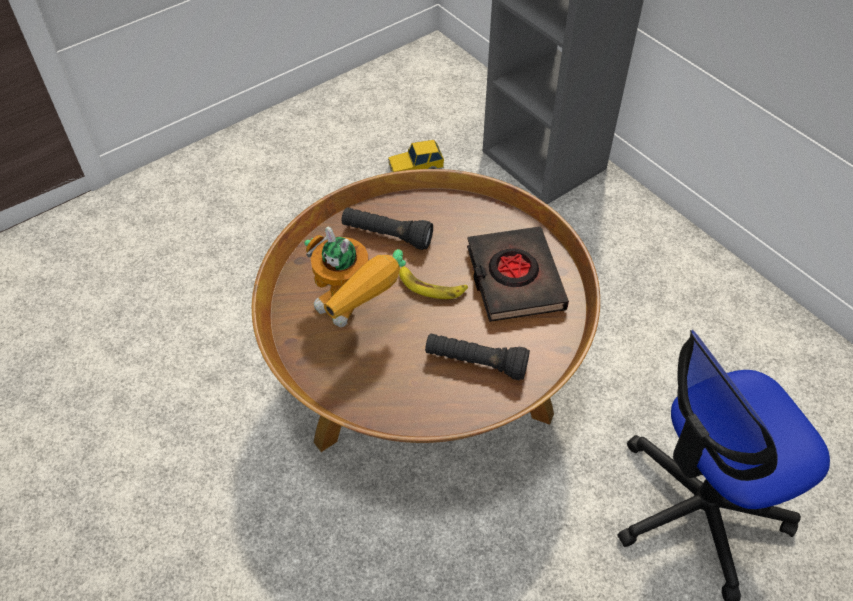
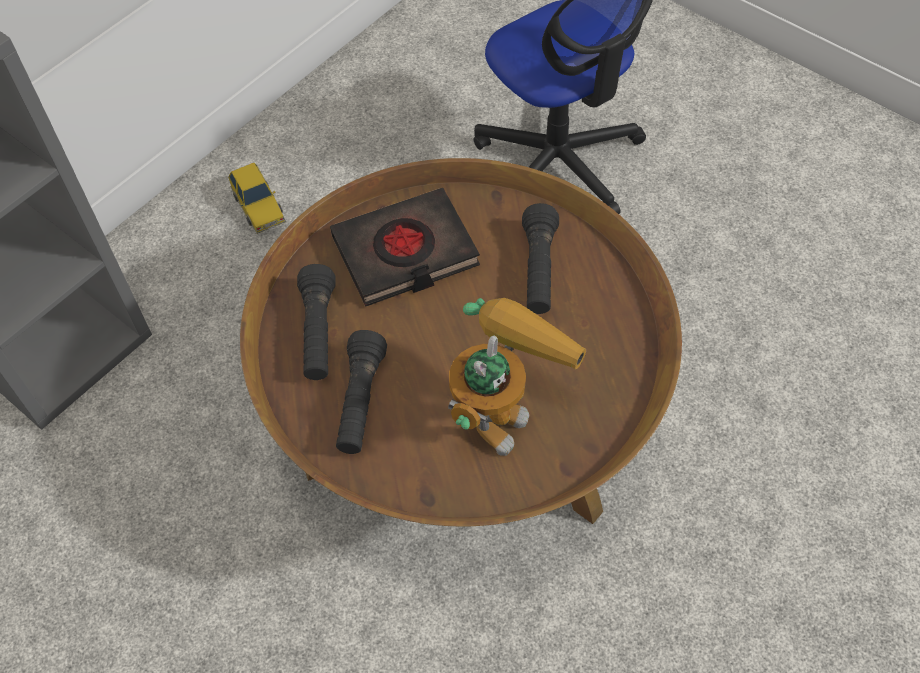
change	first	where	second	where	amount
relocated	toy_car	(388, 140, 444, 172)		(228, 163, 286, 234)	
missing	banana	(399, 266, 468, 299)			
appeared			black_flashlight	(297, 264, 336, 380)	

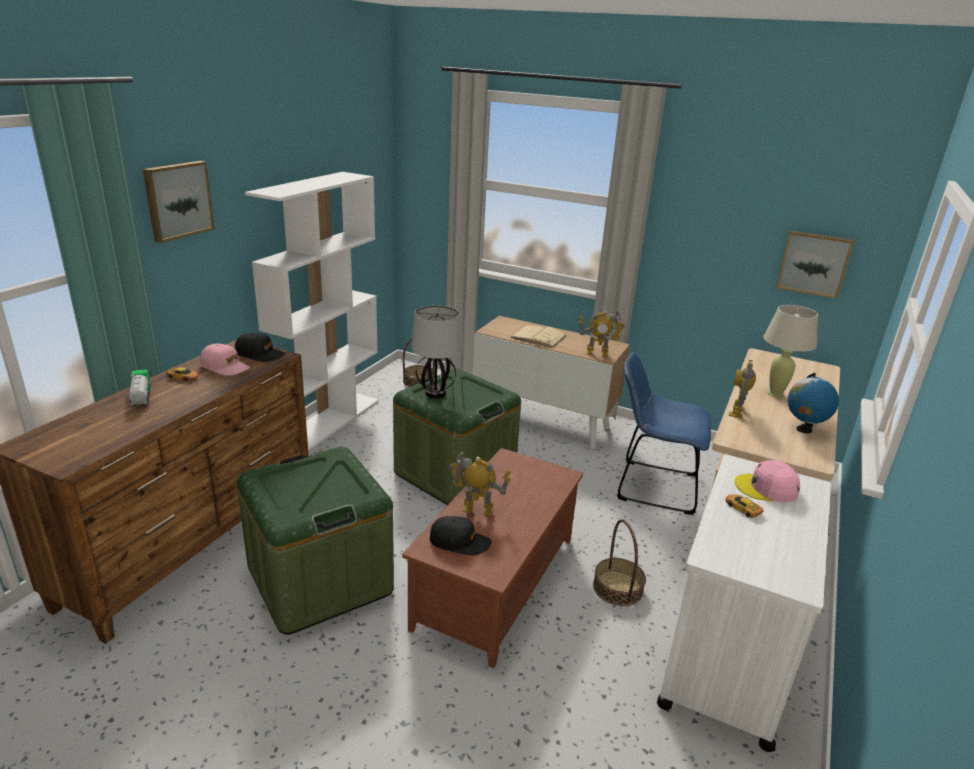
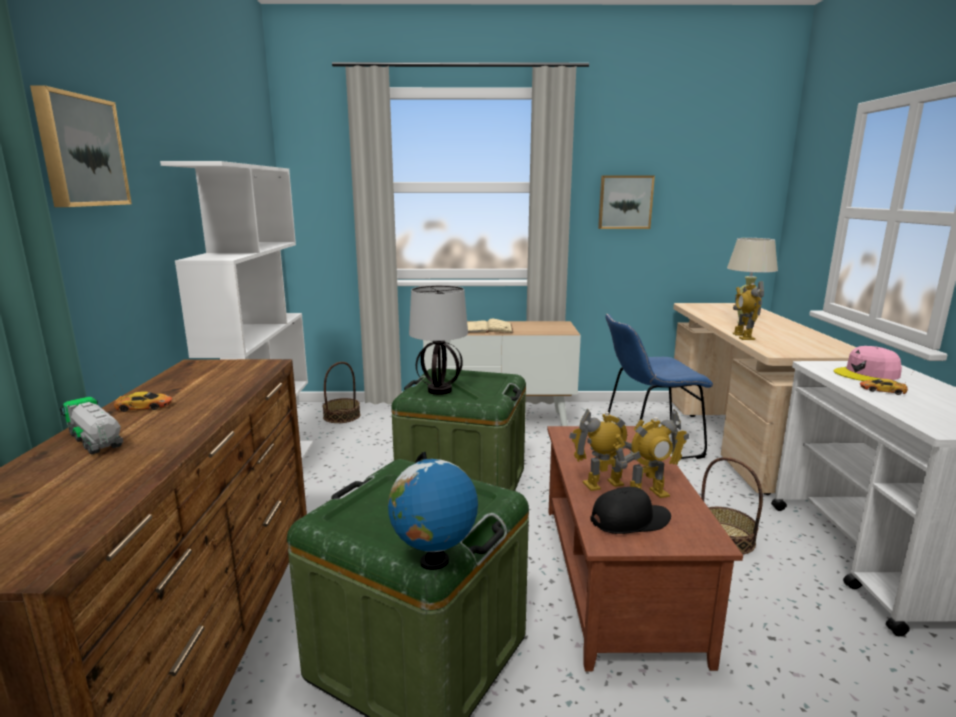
change	first	where	second	where	amount
relocated	picture	(776, 231, 854, 298)		(598, 176, 655, 229)	
relocated	toy_robot	(578, 309, 625, 358)		(613, 409, 689, 498)	
missing	black_cap	(235, 333, 285, 362)			
missing	pink_cap	(200, 344, 250, 376)			
relocated	globe	(788, 373, 839, 433)		(388, 452, 478, 570)	

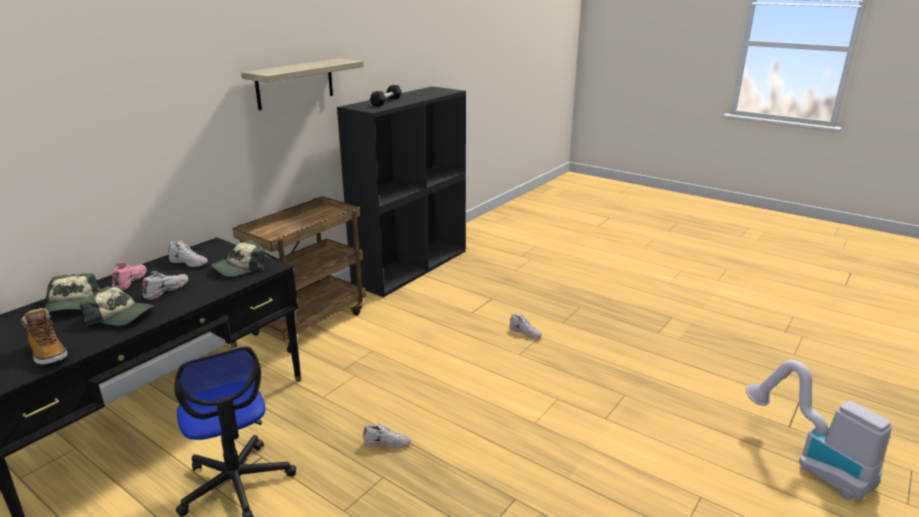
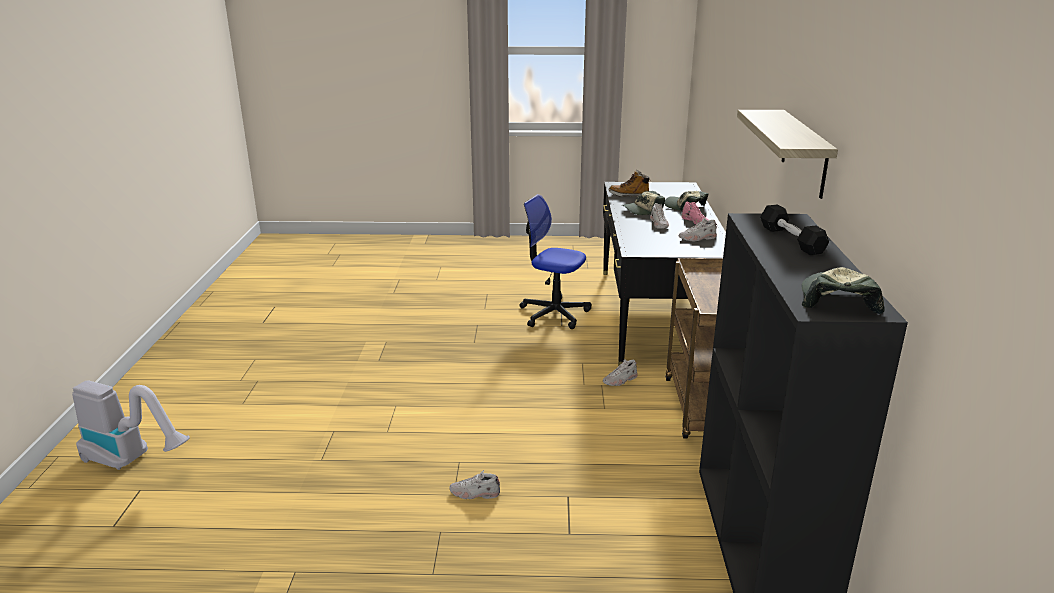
change	first	where	second	where	amount
relocated	cap	(211, 240, 265, 277)		(802, 267, 885, 314)	
relocated	white_shoe	(363, 422, 411, 448)		(603, 359, 638, 386)	

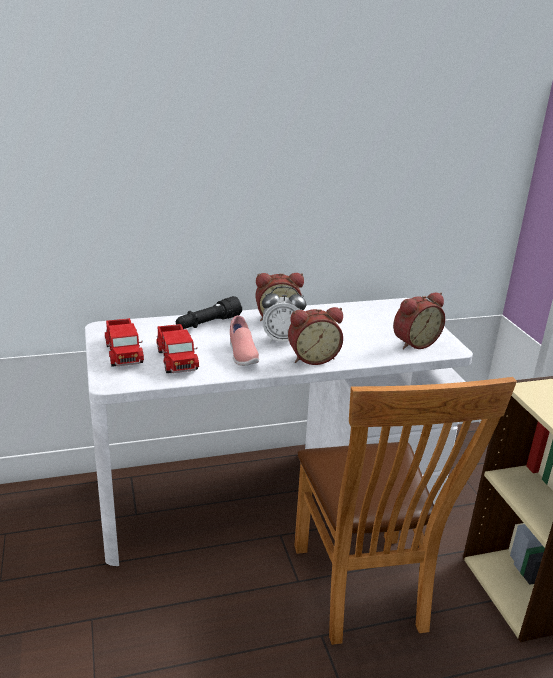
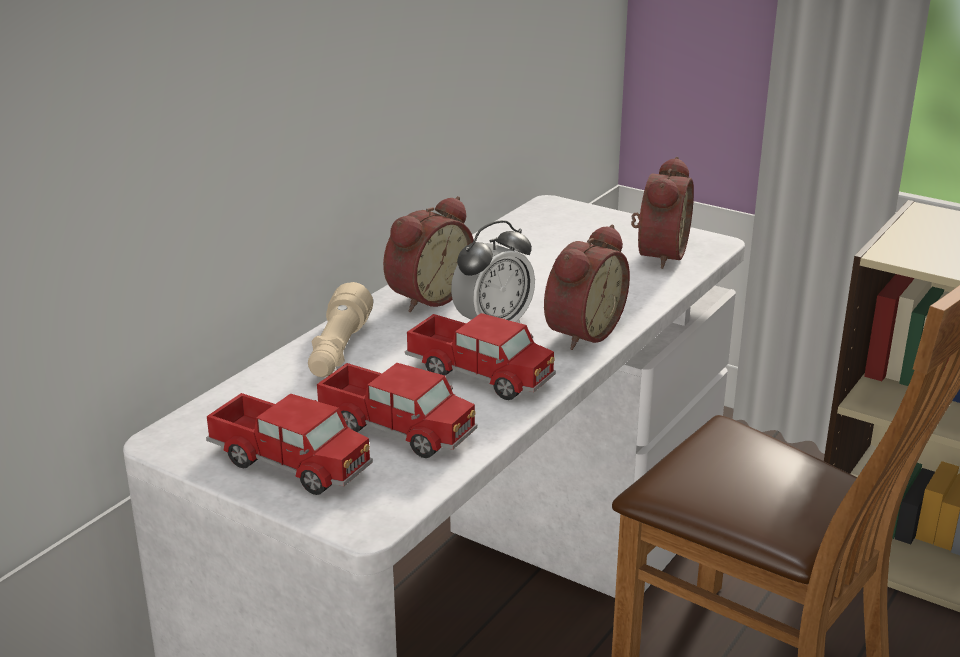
change	first	where	second	where	amount
colour	black_flashlight	(176, 296, 242, 329)	beige_flashlight	(308, 282, 373, 377)	
exchanged	pink_shoe	(230, 315, 259, 366)	toy_truck	(405, 313, 556, 400)	

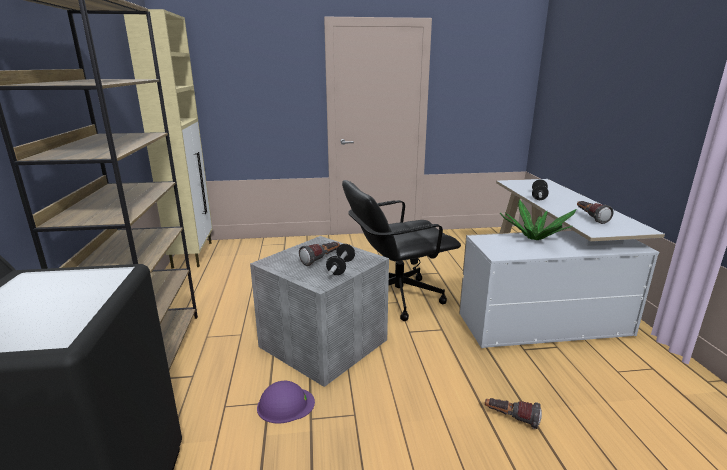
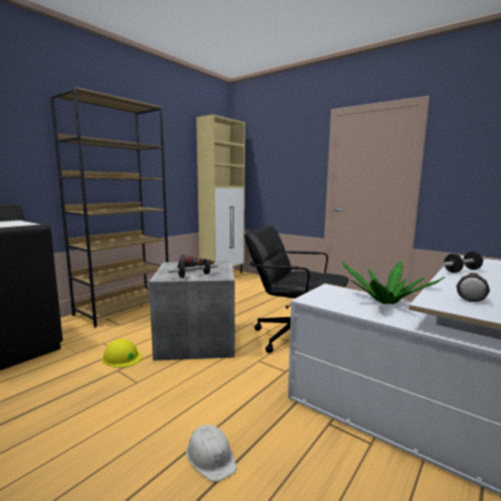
change	first	where	second	where	amount
colour	purple_hard_hat	(257, 381, 315, 424)	yellow_hard_hat	(102, 339, 142, 368)	
exchanged	flashlight	(485, 398, 542, 429)	white_hard_hat	(186, 425, 237, 482)	

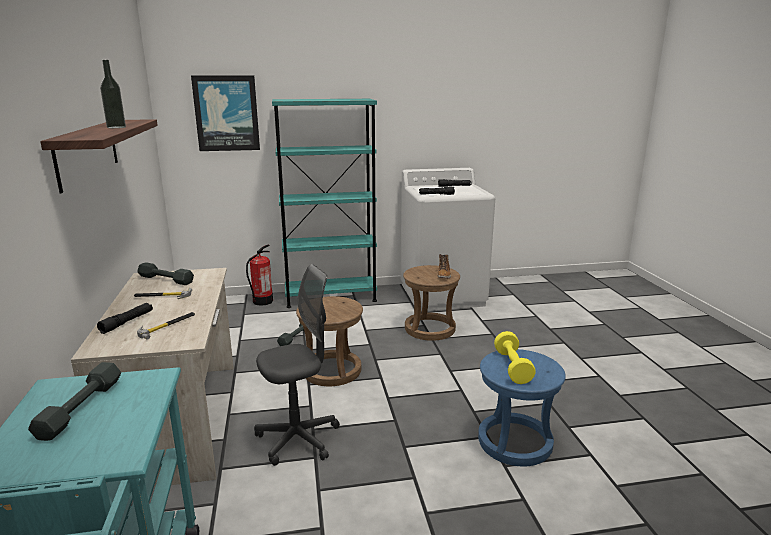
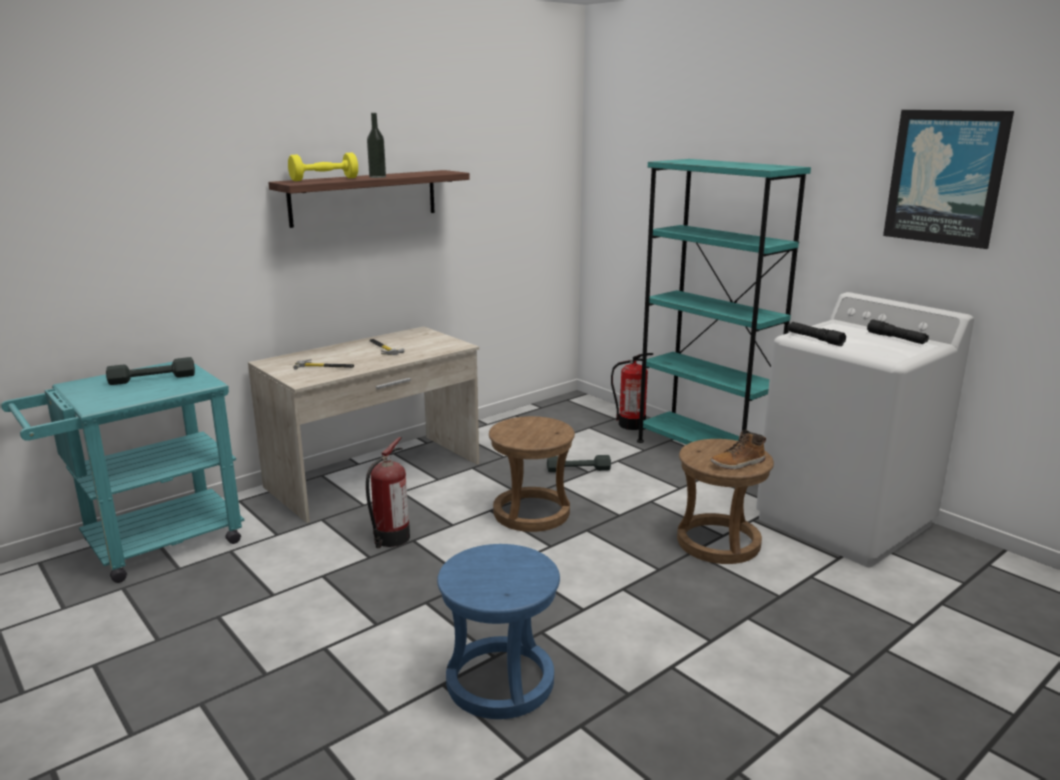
change	first	where	second	where	amount
relocated	picture	(191, 75, 260, 151)		(883, 110, 1014, 249)	
missing	grey_dumbbell	(137, 262, 194, 285)			
exchanged	grey_office_chair	(254, 264, 340, 466)	fire_extinguisher	(366, 437, 410, 548)	
missing	black_flashlight	(97, 303, 153, 334)			
relocated	yellow_dumbbell	(494, 331, 536, 384)		(288, 153, 358, 181)	

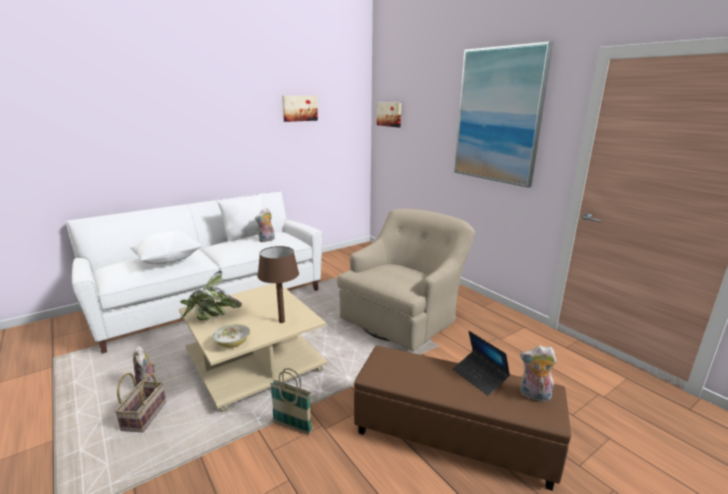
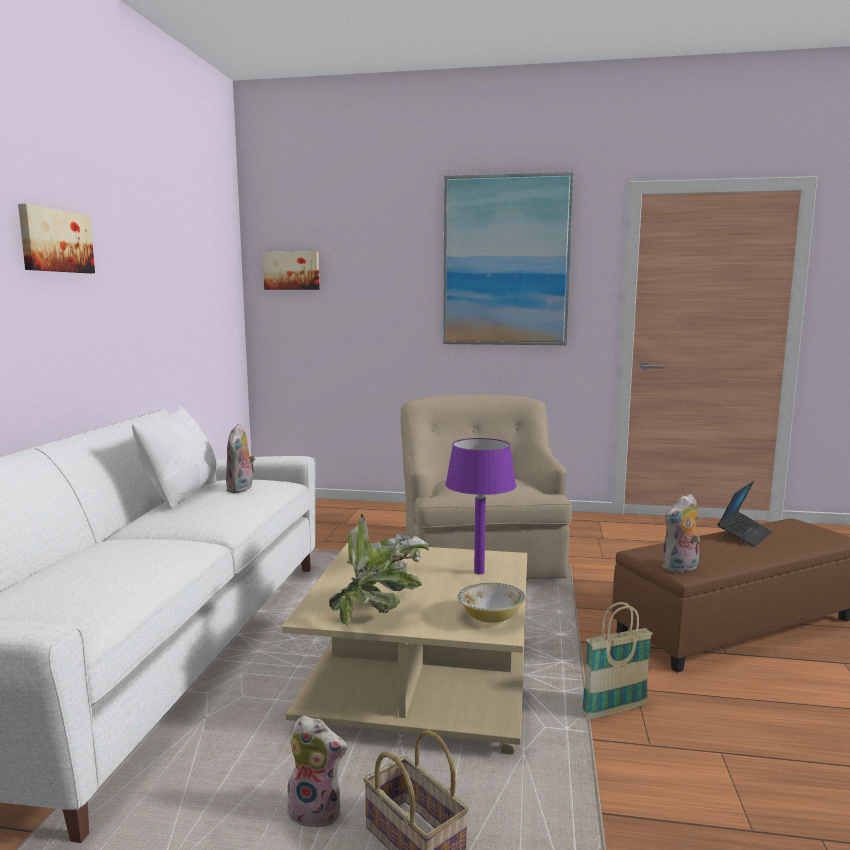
change	first	where	second	where	amount
relocated	picture	(282, 96, 318, 122)		(18, 204, 95, 273)	
missing	white_pillow	(130, 231, 202, 264)			
colour	brown_table_lamp	(257, 246, 299, 323)	purple_table_lamp	(445, 438, 516, 575)	
spun	laptop	(453, 331, 510, 395)		(717, 481, 772, 547)	60 degrees counterclockwise
relocated	plush_toy	(520, 346, 557, 402)		(662, 494, 700, 574)	

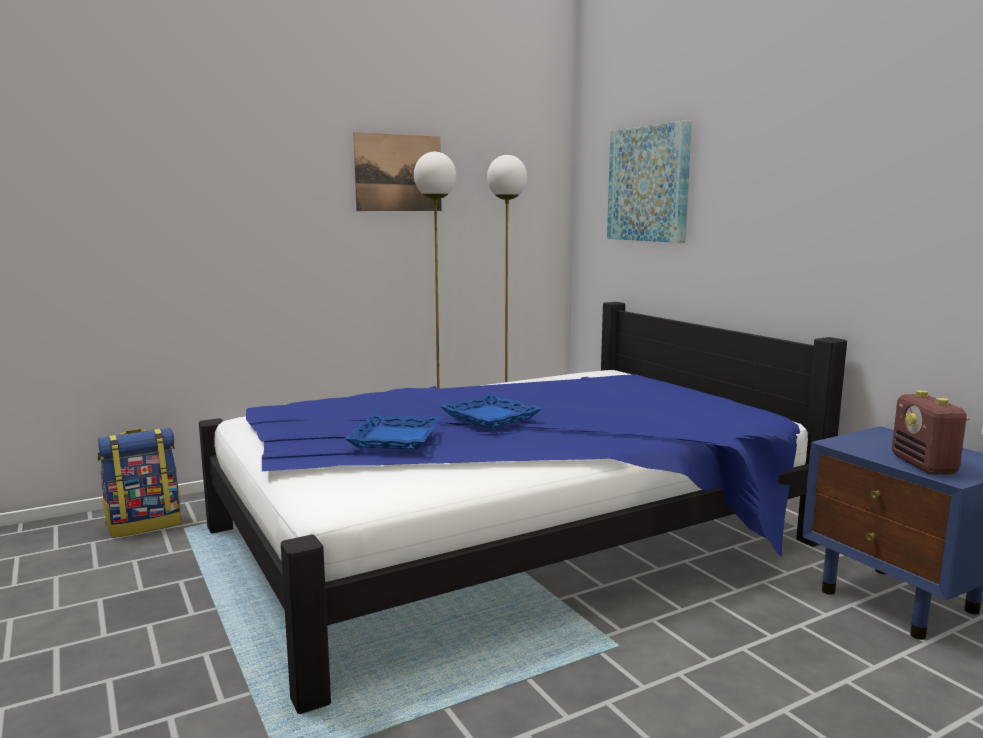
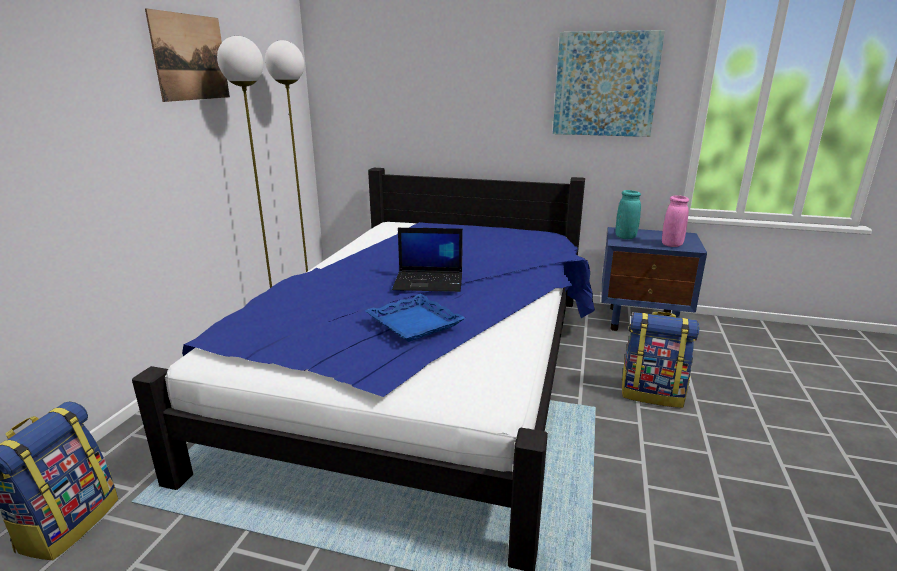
change	first	where	second	where	amount
relocated	picture	(607, 120, 692, 243)		(553, 30, 665, 137)	
exchanged	radio	(892, 390, 970, 475)	pink_vase	(662, 195, 689, 247)	
exchanged	blue_tray	(440, 394, 542, 428)	laptop	(392, 228, 463, 292)	
appeared			turquoise_vase	(616, 190, 641, 239)	
appeared			backpack	(622, 311, 700, 408)	

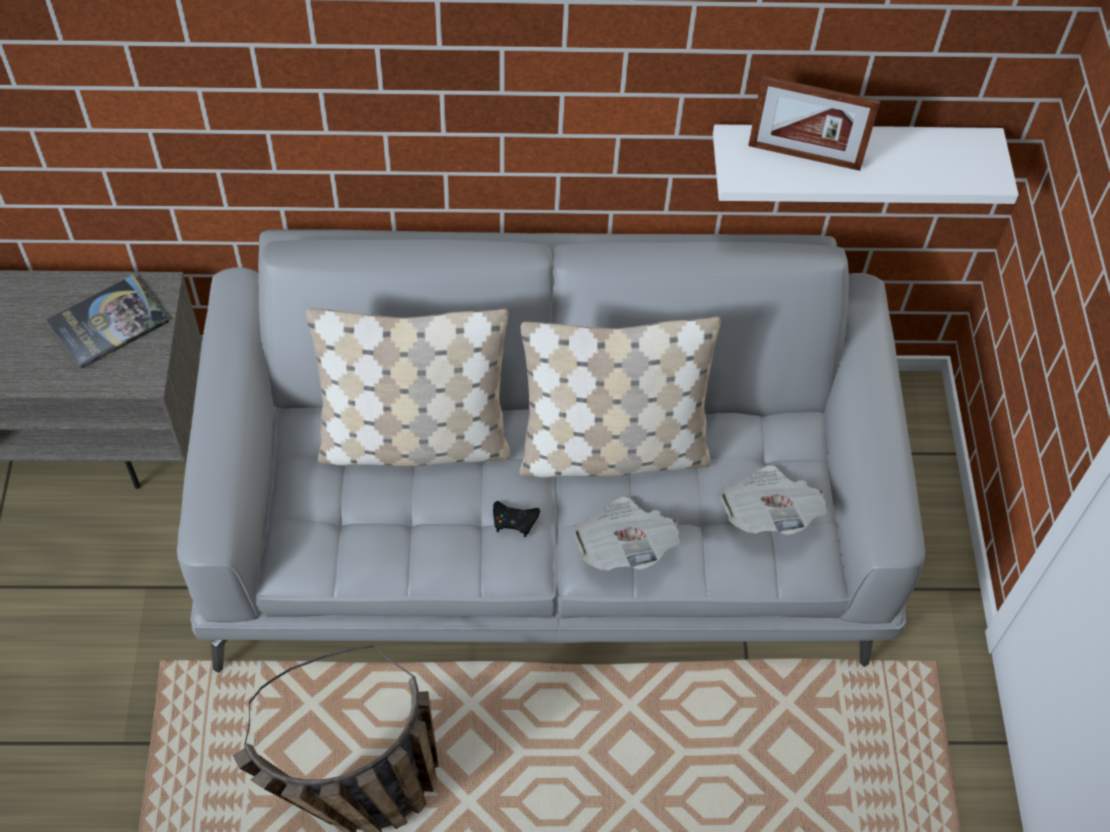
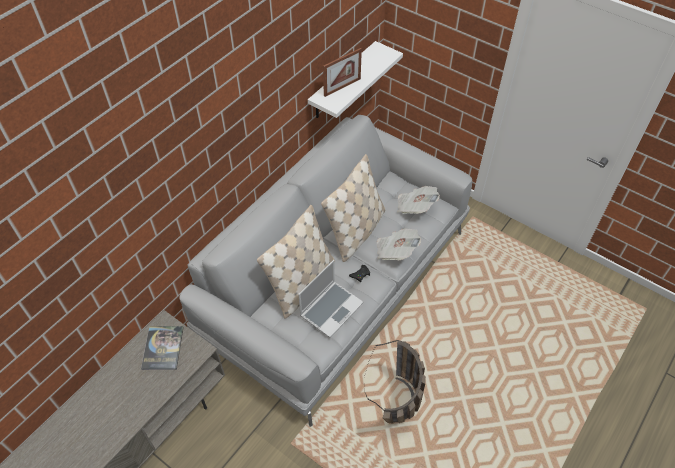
change	first	where	second	where	amount
appeared			laptop	(298, 260, 363, 338)	

